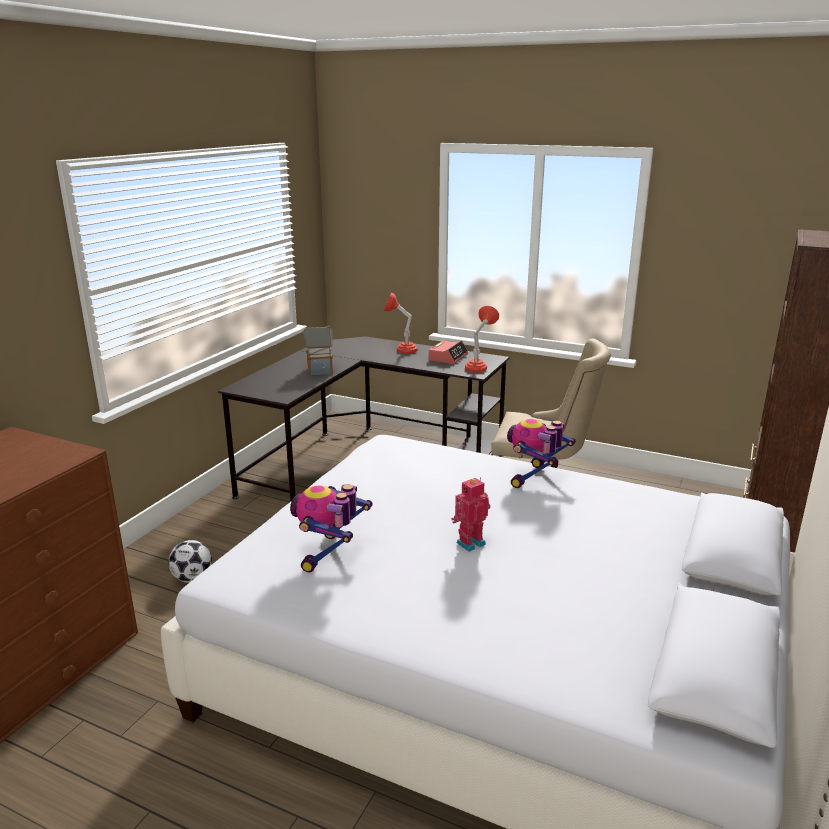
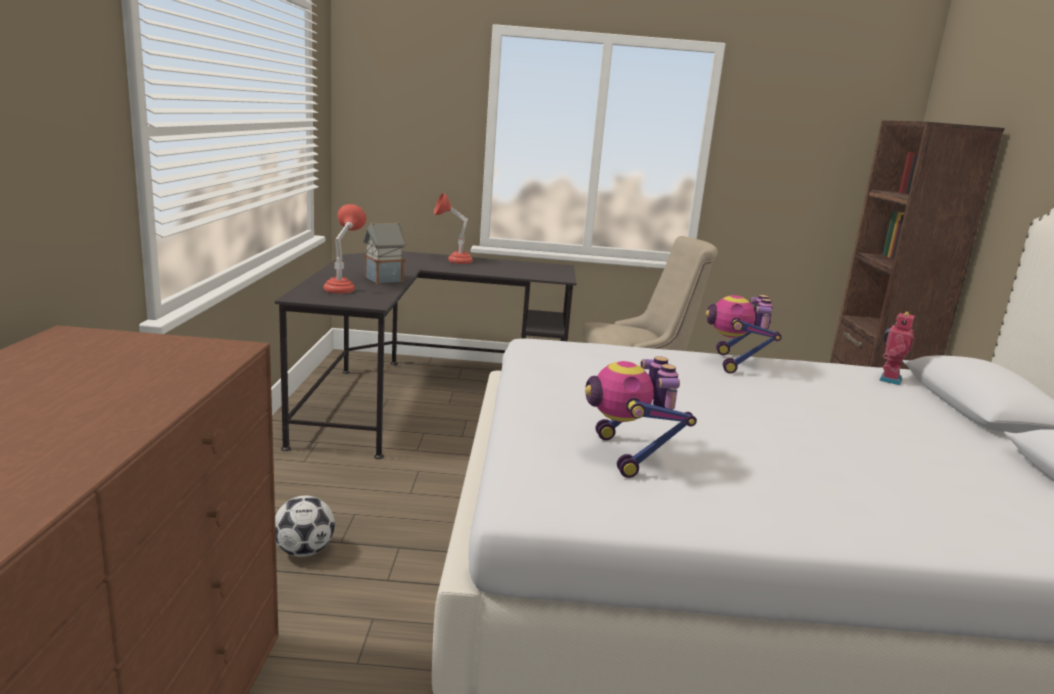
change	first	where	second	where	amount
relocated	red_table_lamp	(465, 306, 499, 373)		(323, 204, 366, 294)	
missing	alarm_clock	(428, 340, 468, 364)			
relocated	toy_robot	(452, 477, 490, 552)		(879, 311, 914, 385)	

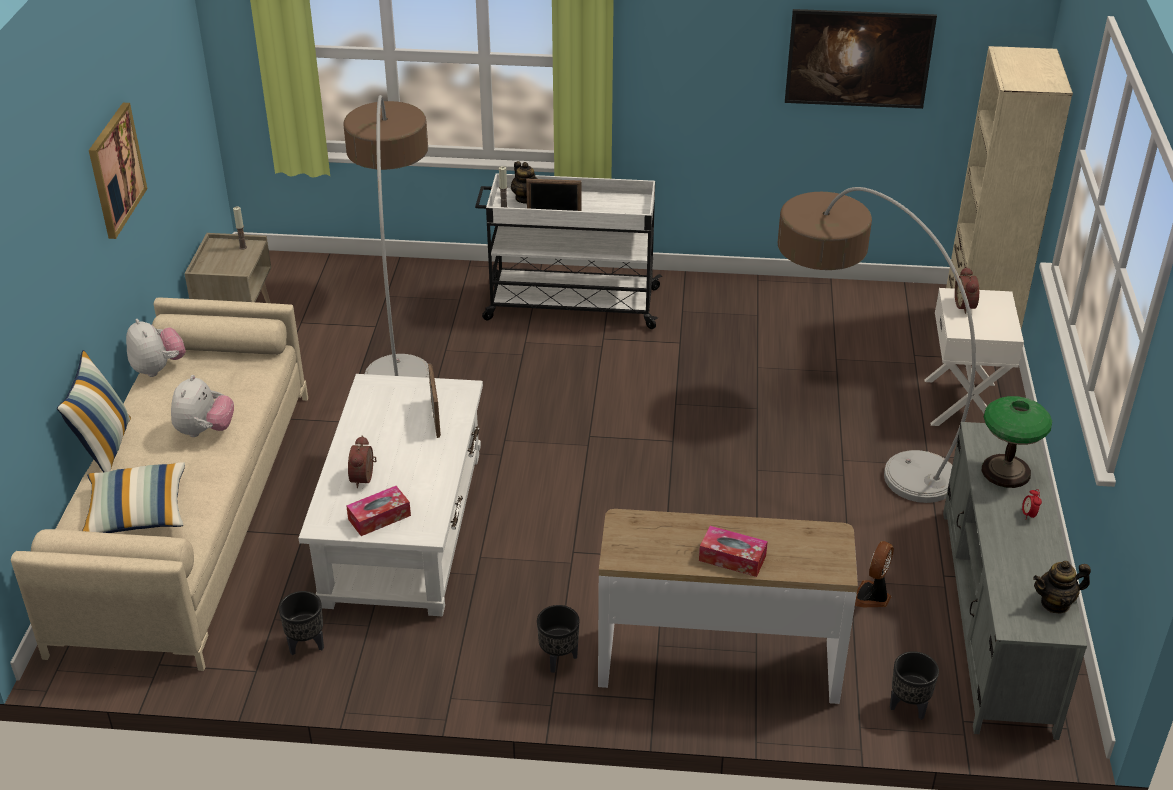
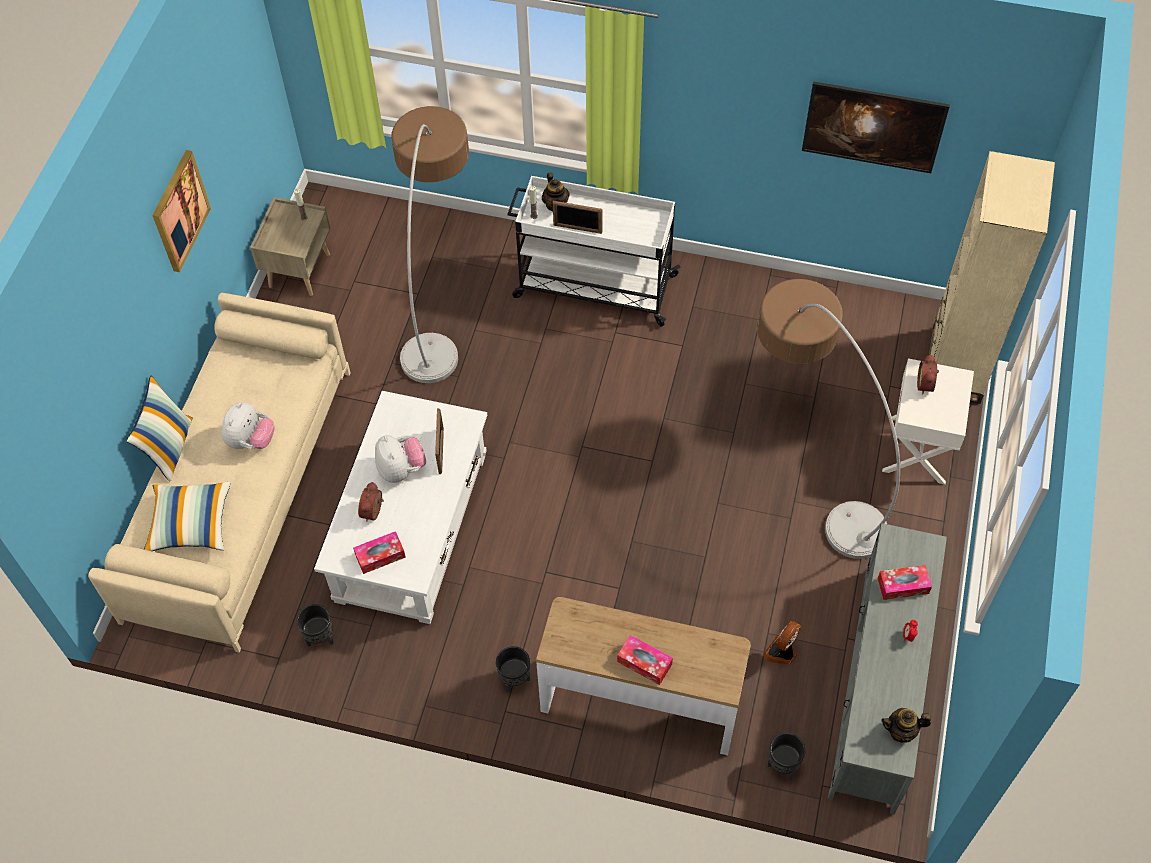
change	first	where	second	where	amount
relocated	plush_toy	(126, 319, 186, 377)		(375, 435, 426, 483)	
exchanged	table_lamp	(982, 396, 1052, 488)	tissue_box	(878, 565, 932, 600)	

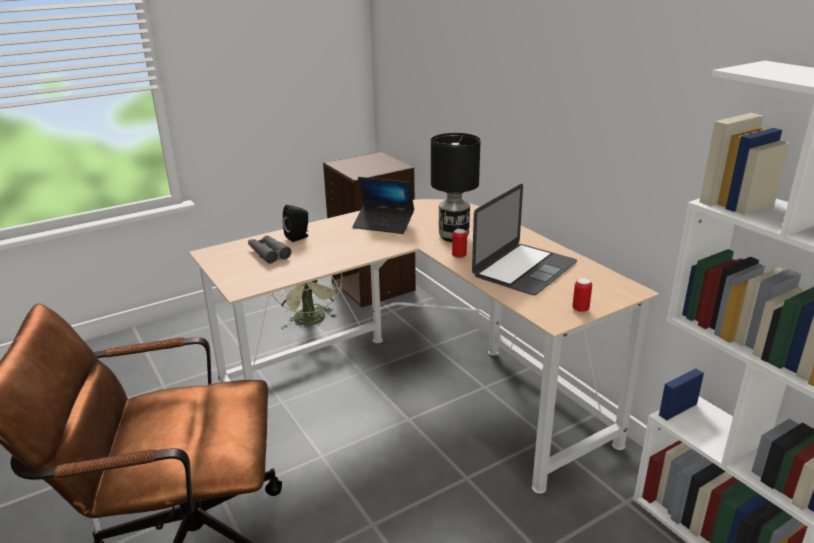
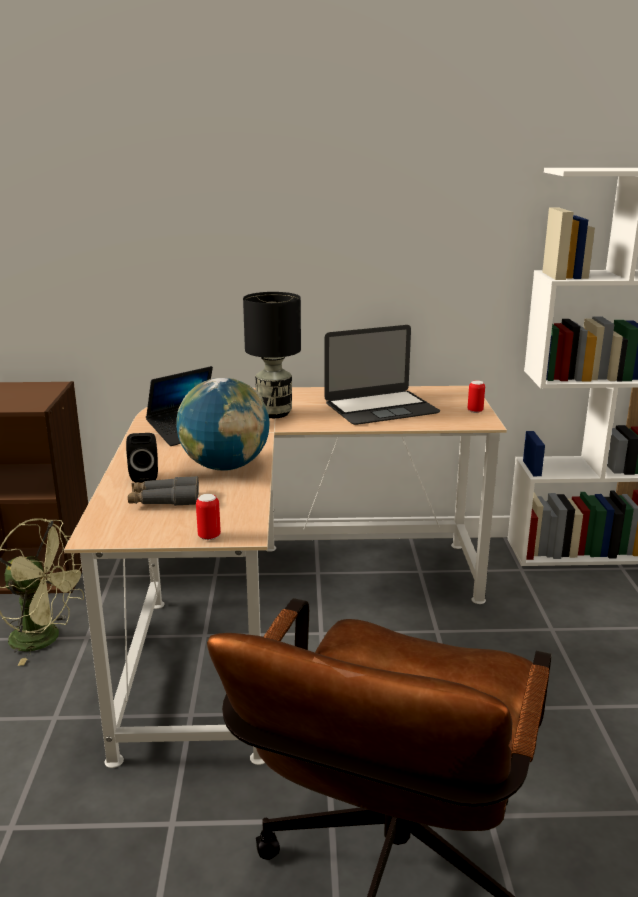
change	first	where	second	where	amount
spun	laptop	(472, 184, 577, 295)		(324, 325, 440, 425)	90 degrees clockwise
relocated	can	(452, 229, 467, 259)		(196, 494, 221, 540)	
appeared			globe	(176, 378, 270, 471)	

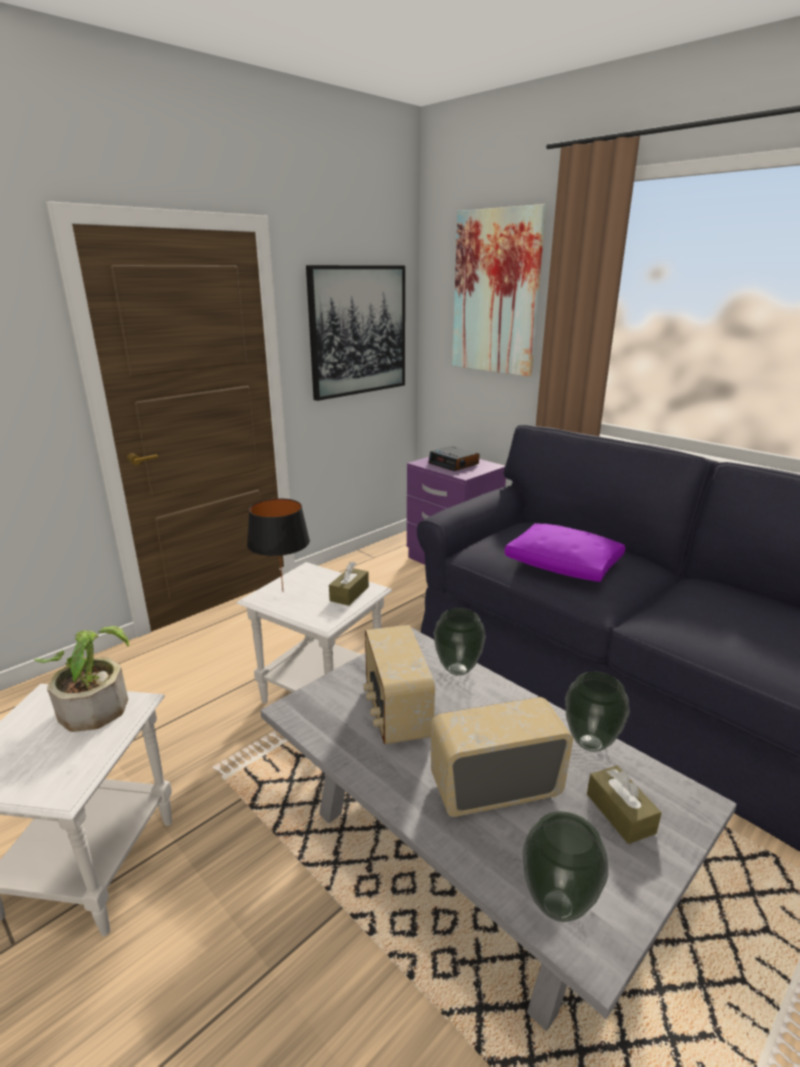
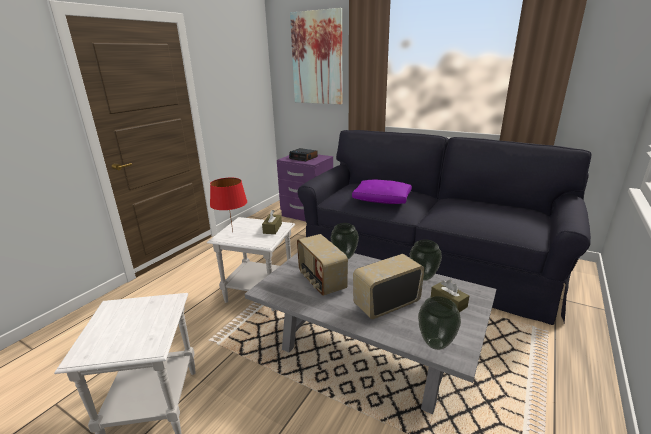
change	first	where	second	where	amount
missing	picture	(306, 265, 405, 401)			
colour	black_table_lamp	(247, 498, 310, 591)	red_table_lamp	(210, 178, 247, 232)	
missing	potted_plant	(34, 626, 129, 732)			

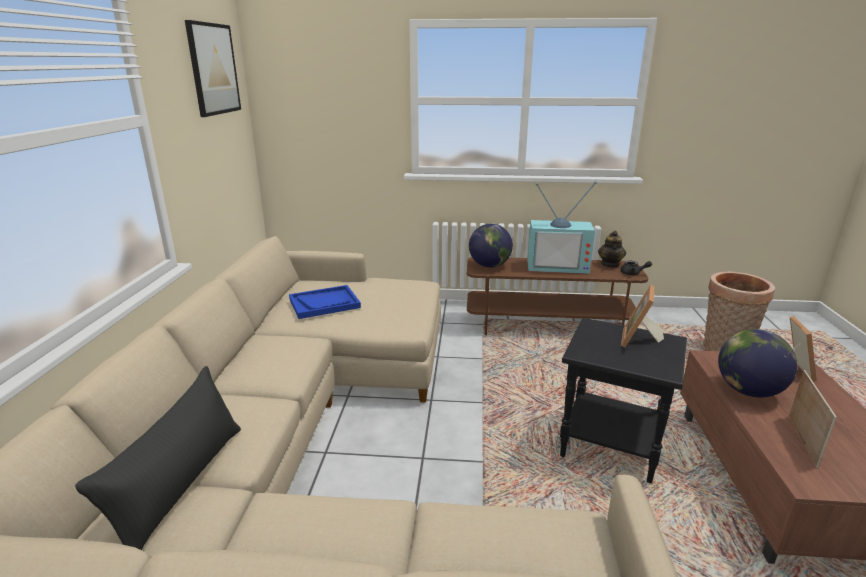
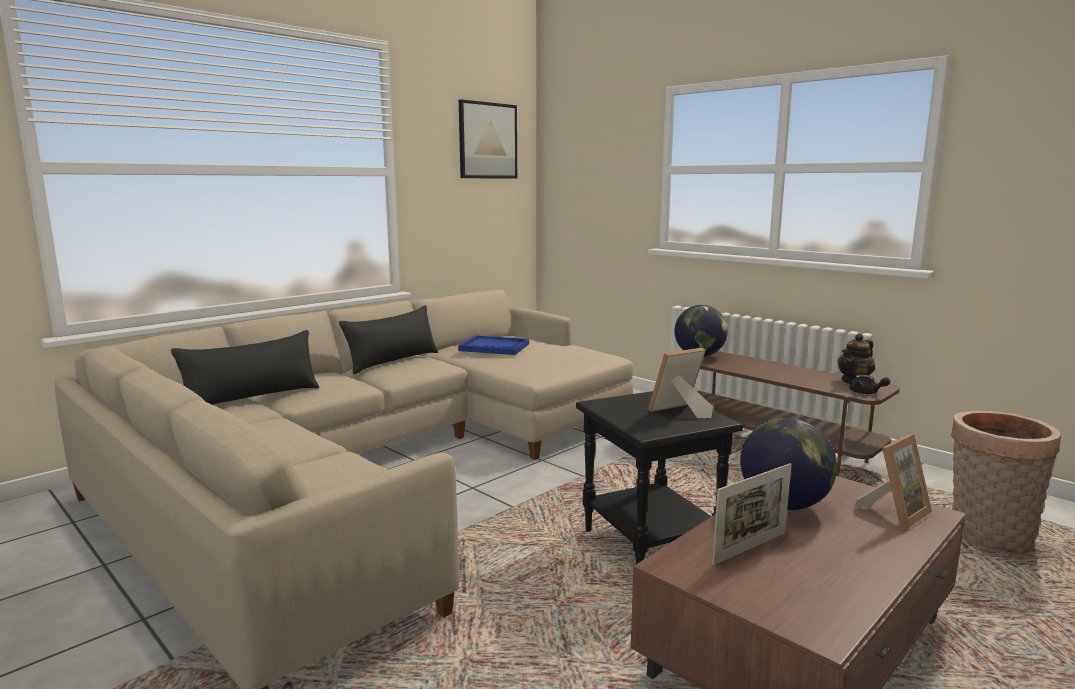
change	first	where	second	where	amount
missing	television	(527, 181, 597, 274)			
appeared			black_pillow	(339, 305, 438, 374)	

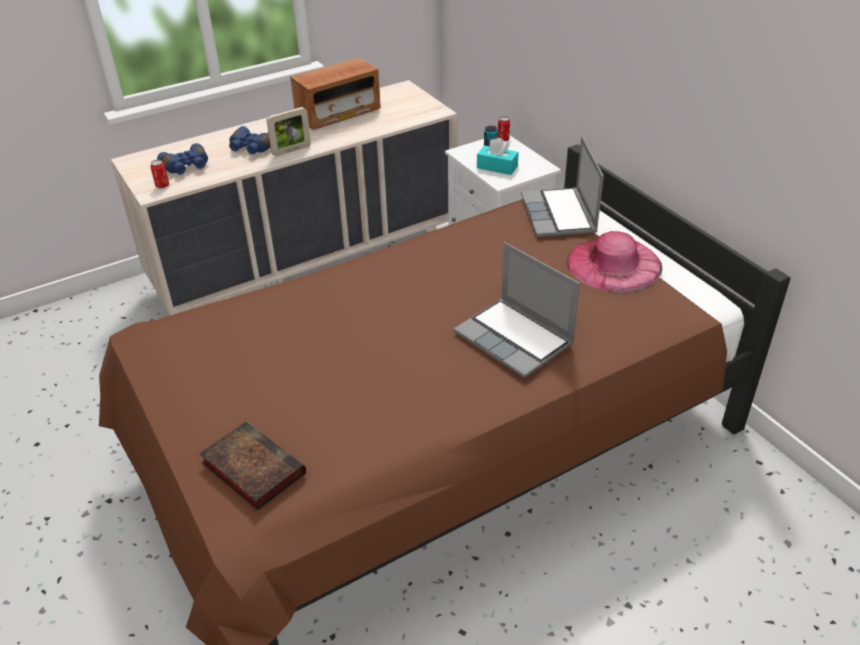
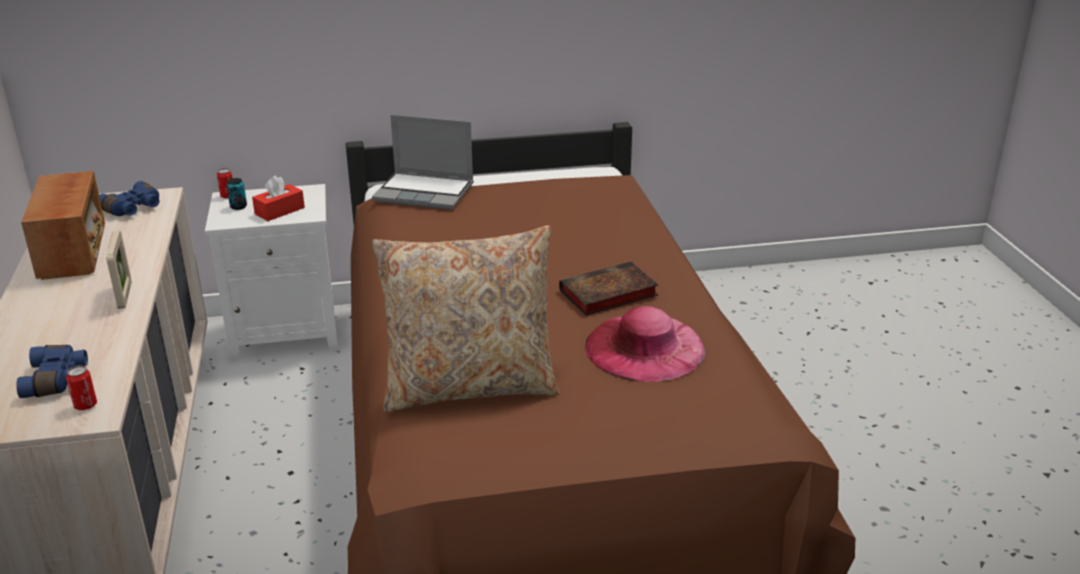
change	first	where	second	where	amount
relocated	blue_binoculars	(229, 126, 270, 154)		(99, 181, 160, 216)	
colour	turquoise_tissue_box	(477, 138, 519, 175)	red_tissue_box	(252, 176, 305, 221)	
relocated	pink_hat	(567, 231, 662, 292)		(585, 306, 706, 382)	
missing	laptop	(454, 242, 580, 378)			
relocated	book	(199, 421, 306, 510)		(559, 261, 658, 316)	
appeared			beige_pillow	(372, 226, 560, 412)	

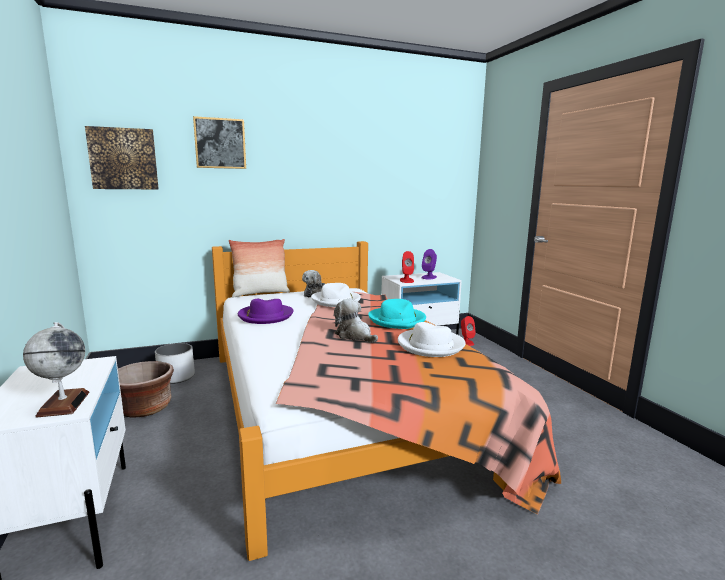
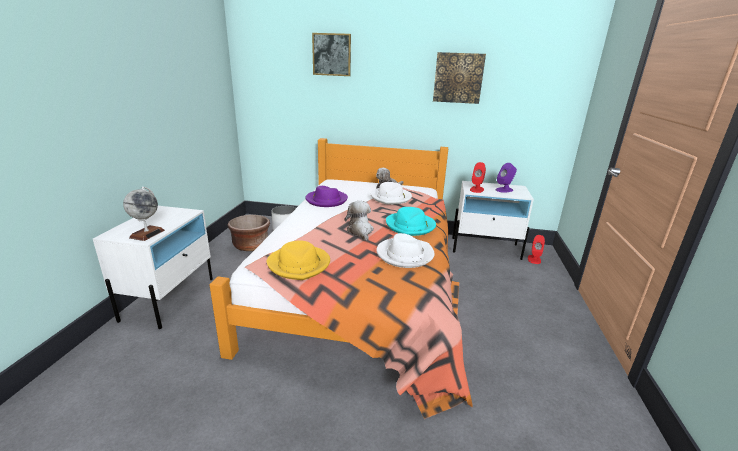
change	first	where	second	where	amount
relocated	picture	(85, 126, 159, 189)		(433, 52, 486, 104)	
missing	pillow	(229, 239, 290, 297)			
appeared			yellow_hat	(267, 240, 330, 280)	

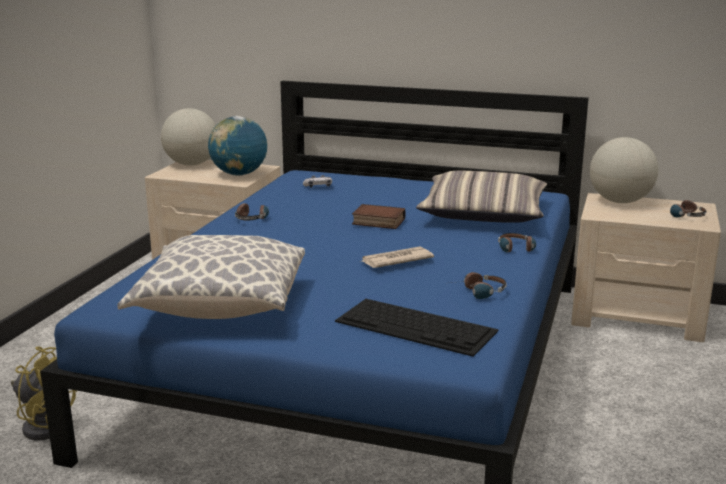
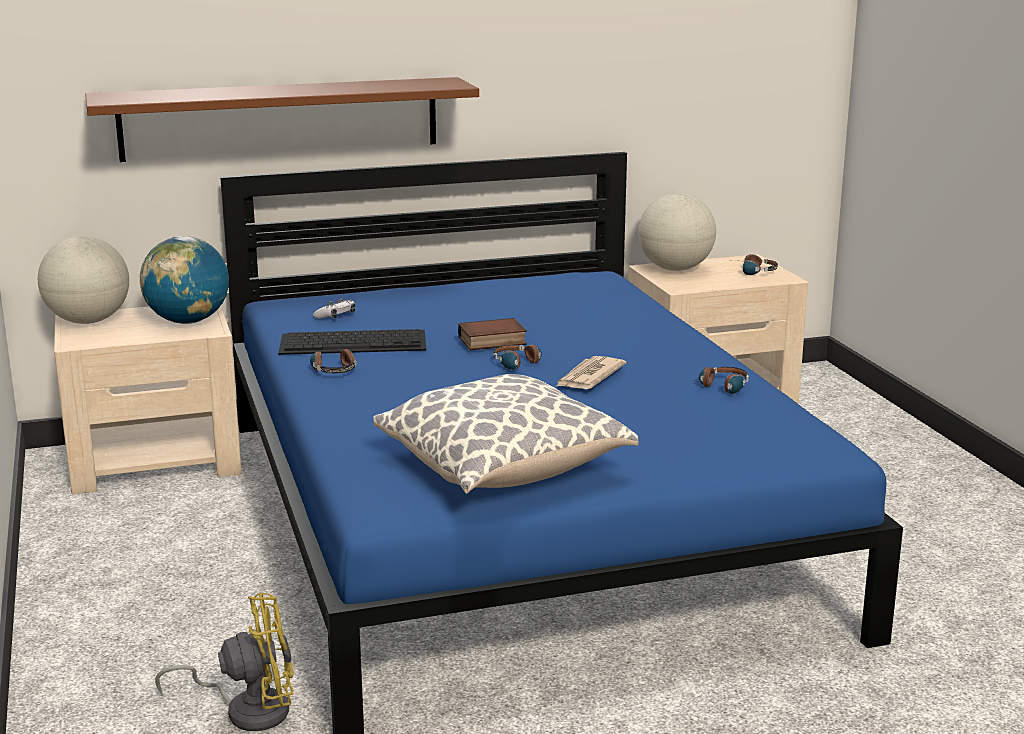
change	first	where	second	where	amount
missing	pillow	(416, 171, 547, 223)			
relocated	headphones	(498, 233, 536, 252)		(494, 345, 542, 370)	
relocated	keyboard	(335, 299, 499, 357)		(278, 329, 426, 355)	
appeared			brown_shelf	(85, 77, 479, 162)	

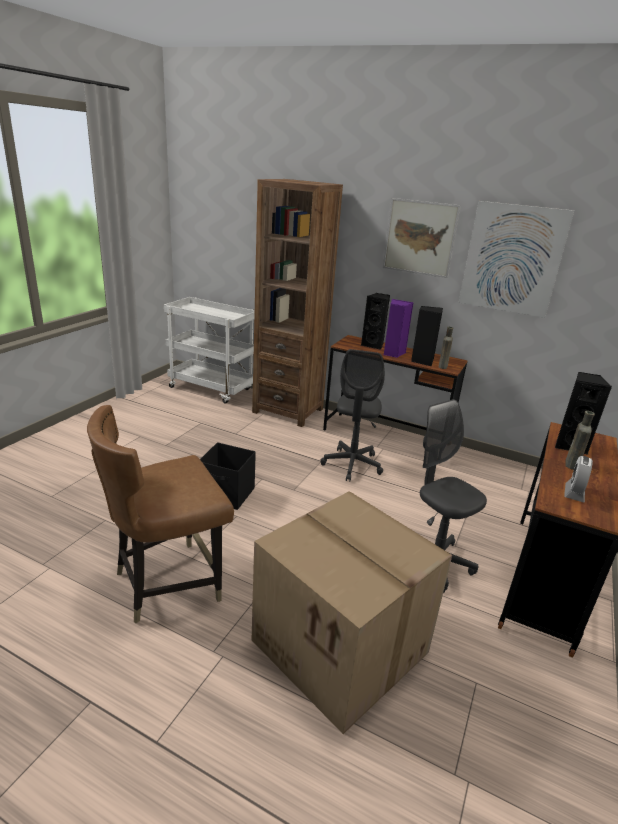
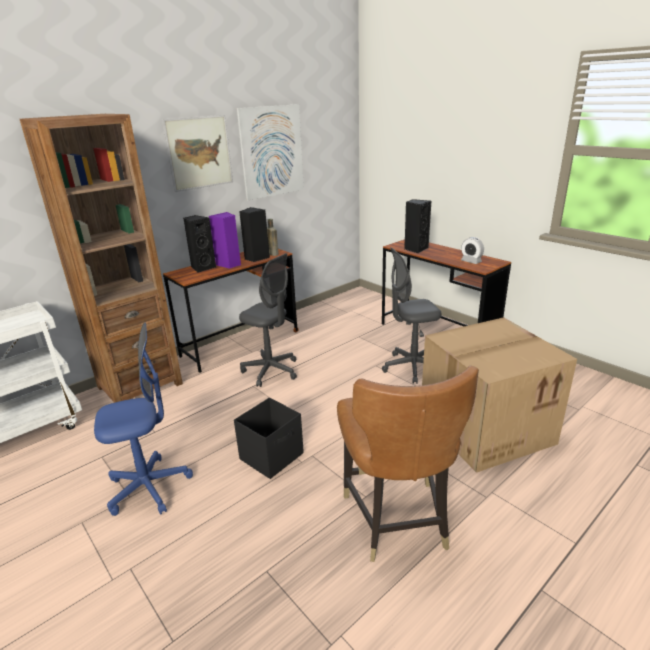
change	first	where	second	where	amount
missing	brown_bottle	(566, 411, 595, 470)			
appeared			blue_office_chair	(94, 322, 193, 516)	

